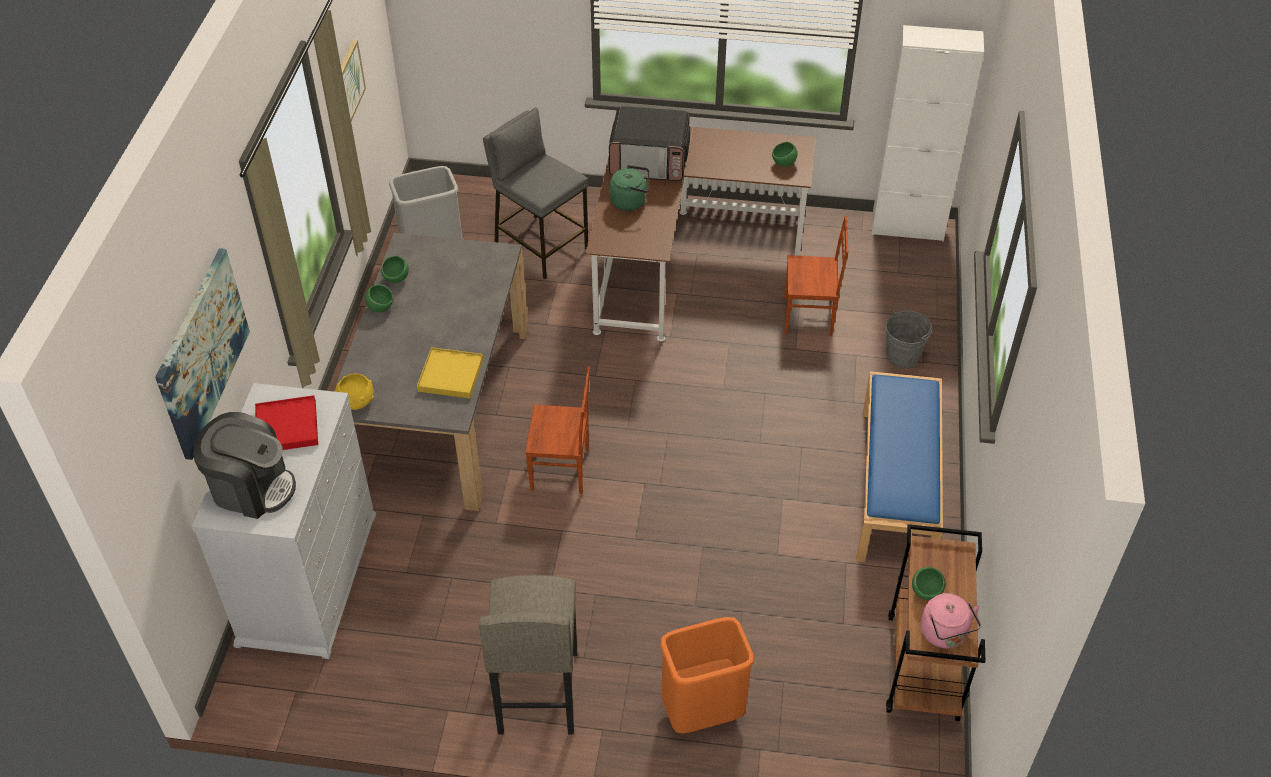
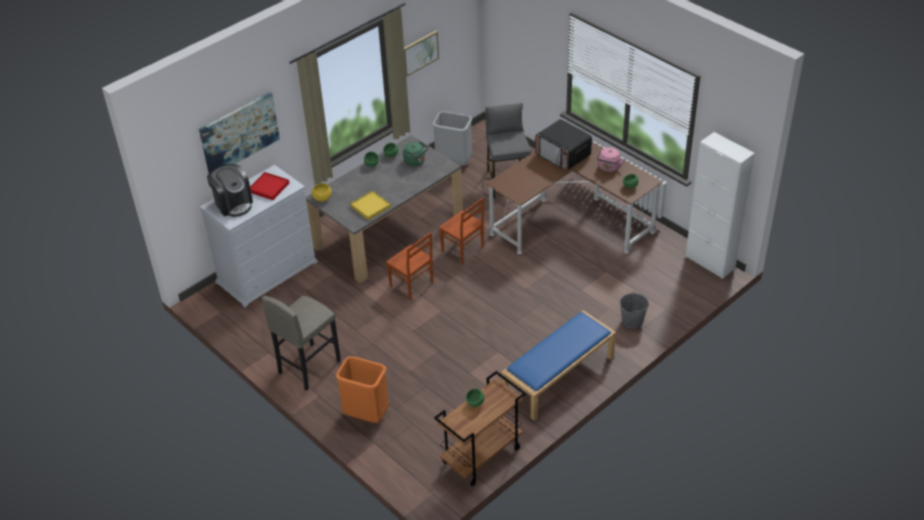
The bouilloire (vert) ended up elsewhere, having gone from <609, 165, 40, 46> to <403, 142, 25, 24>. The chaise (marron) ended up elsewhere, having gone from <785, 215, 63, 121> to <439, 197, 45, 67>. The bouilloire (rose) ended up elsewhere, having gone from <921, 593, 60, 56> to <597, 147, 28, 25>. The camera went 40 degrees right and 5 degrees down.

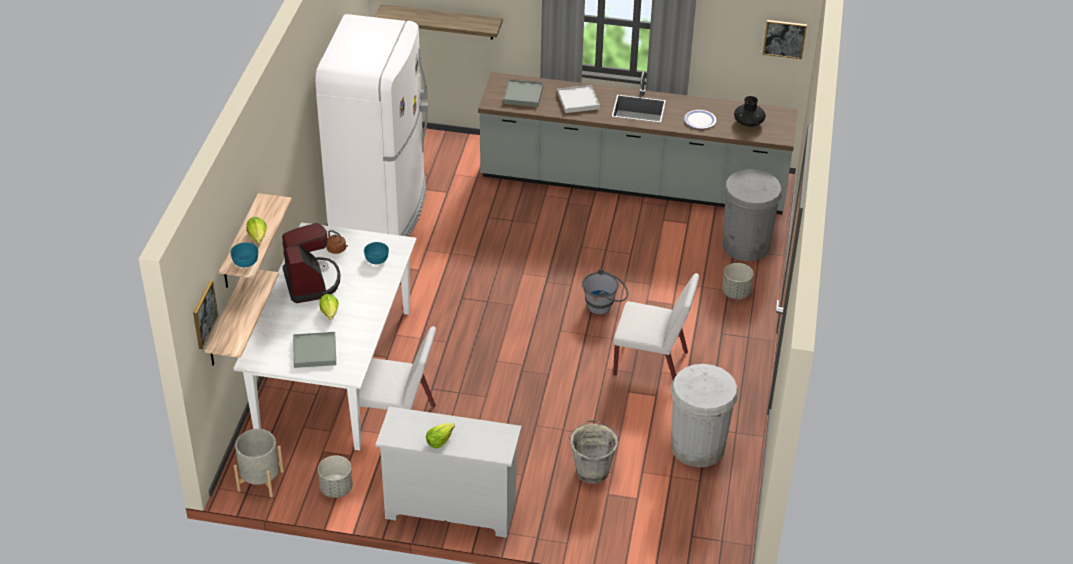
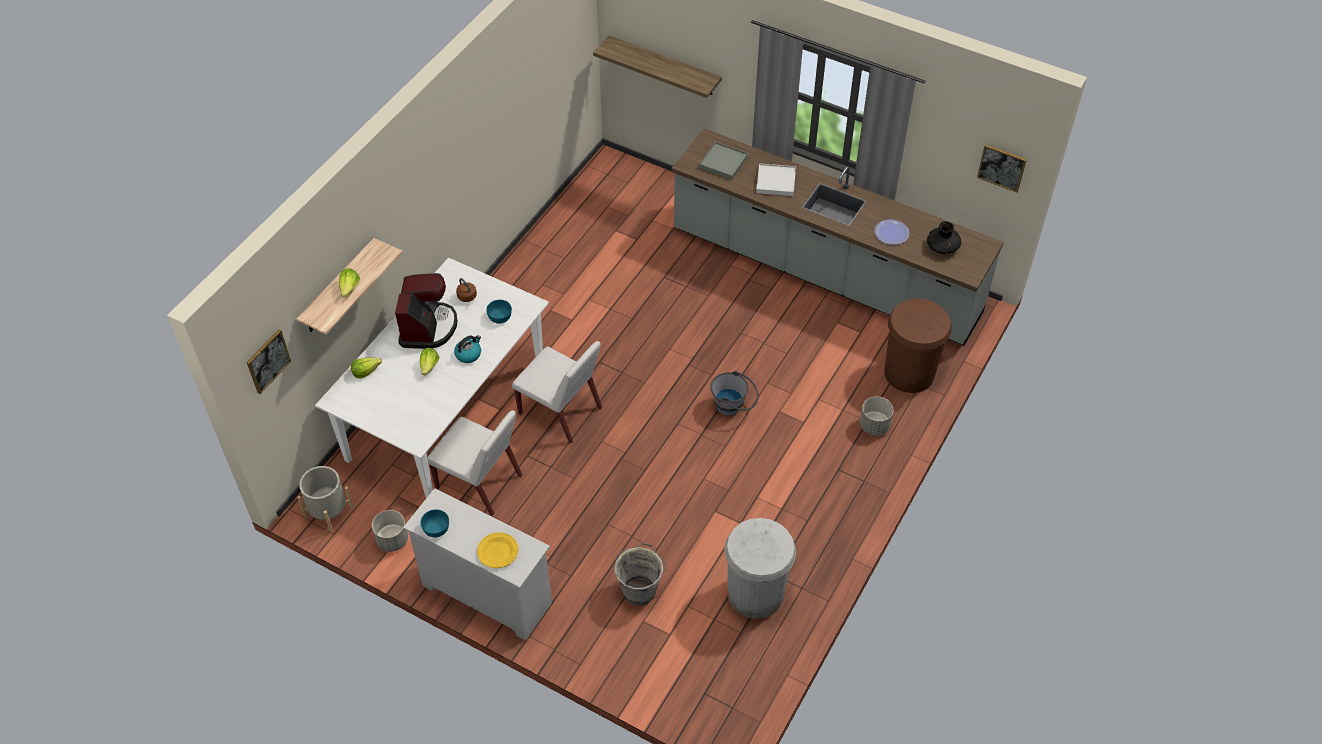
The second view lost the étagère at <205, 270, 74, 96>. The bol (turquoise) ended up elsewhere, having gone from <230, 242, 28, 25> to <420, 509, 29, 28>. The second view lost the plateau (gris) at <293, 332, 43, 36>. The second view lost the réfrigérateur (blanc) at <315, 14, 113, 223>. The laitue ended up elsewhere, having gone from <426, 423, 29, 25> to <351, 357, 31, 22>. The chaise (blanc) ended up elsewhere, having gone from <613, 273, 86, 107> to <512, 341, 90, 102>. What was the poubelle (gris) at <722, 169, 60, 92> turned into the poubelle (marron) at <884, 299, 67, 94>. The second view gained the bouilloire at <454, 335, 27, 28>. The second view gained the assiette (jaune) at <477, 532, 42, 36>. The camera went 20 degrees right and 10 degrees up.

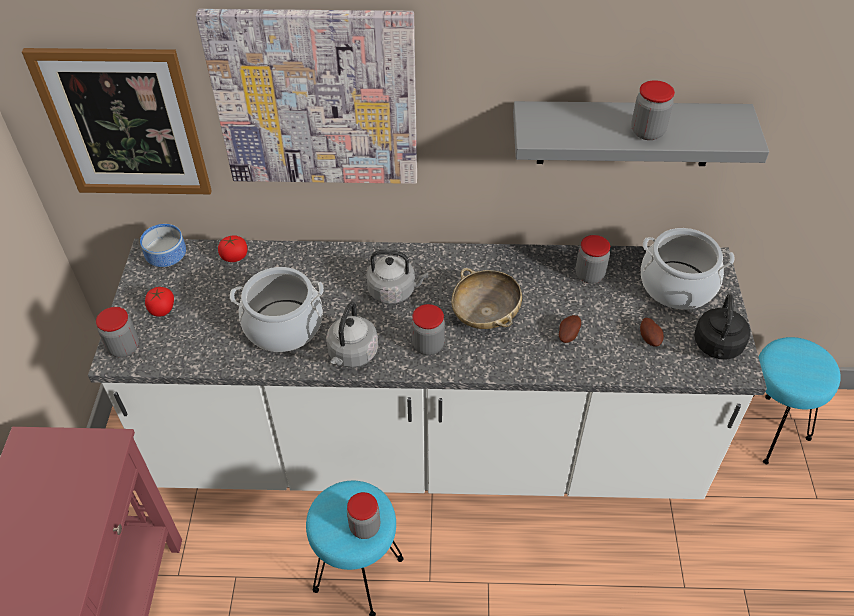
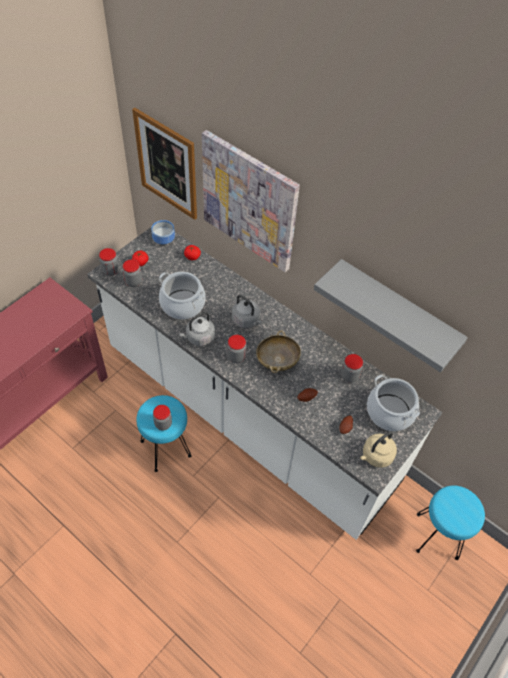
The bocal ended up elsewhere, having gone from <631, 80, 44, 60> to <123, 259, 19, 28>. What was the bouilloire (noir) at <694, 294, 56, 66> turned into the bouilloire (beige) at <360, 431, 37, 37>. The camera went 35 degrees right and 5 degrees up.

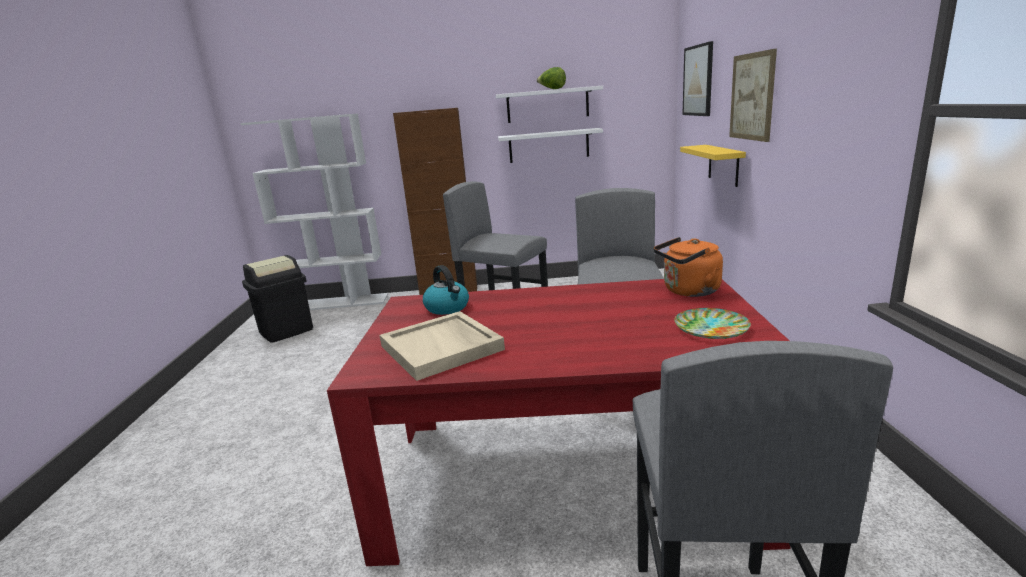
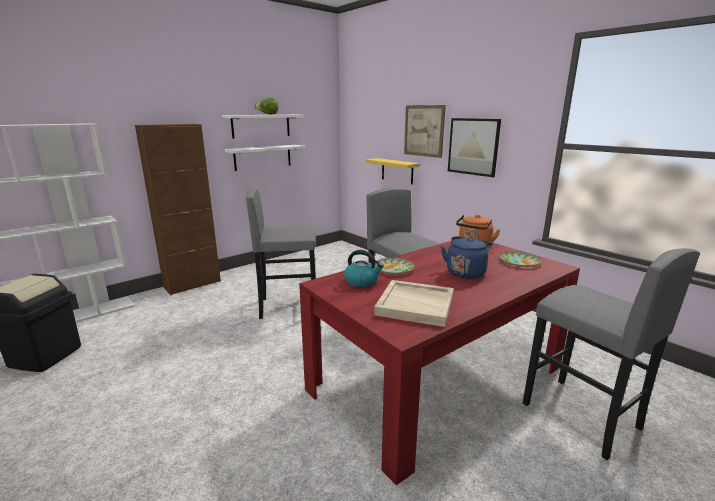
The tableau ended up elsewhere, having gone from <682, 41, 31, 75> to <448, 118, 53, 59>. The second view gained the assiette at <375, 258, 40, 16>. The second view gained the bouilloire (bleu) at <441, 236, 52, 43>. The camera went 40 degrees left and 0 degrees up.

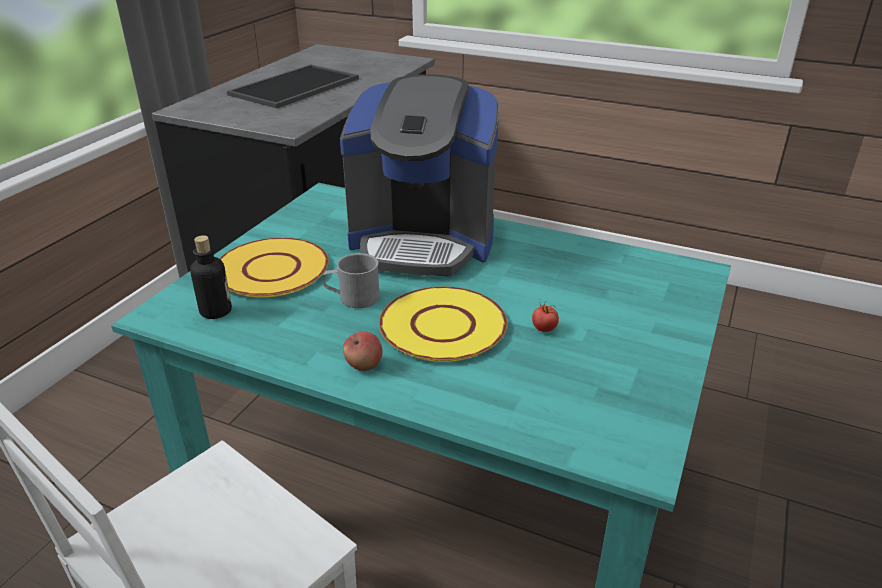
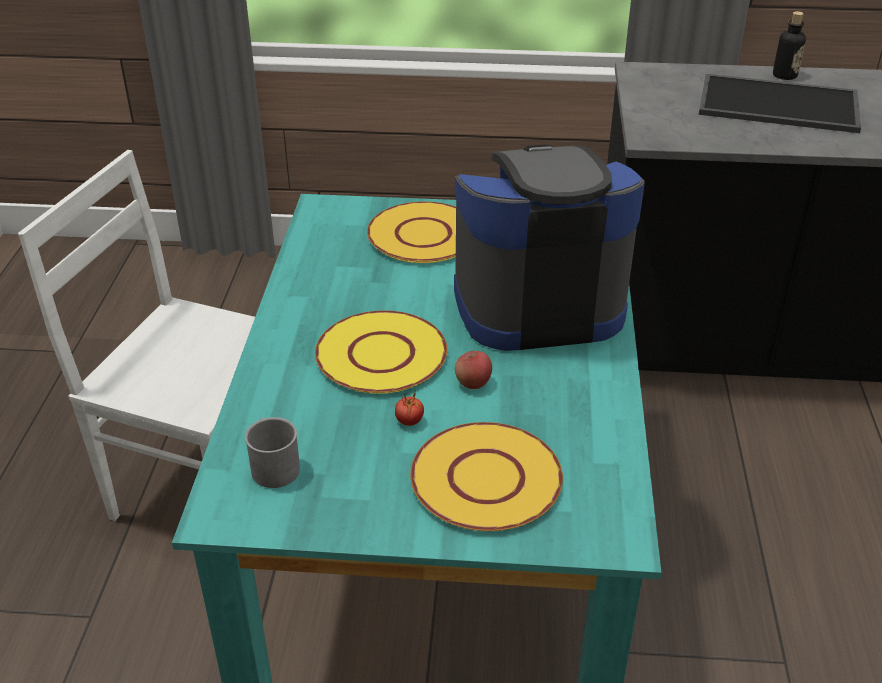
The bouteille ended up elsewhere, having gone from <190, 235, 42, 84> to <773, 11, 33, 69>. The mug (gris) ended up elsewhere, having gone from <323, 253, 56, 55> to <245, 417, 55, 71>. The machine à café at <340, 74, 159, 203> ended up facing another way, 90 degrees clockwise from before. The pomme ended up elsewhere, having gone from <343, 331, 39, 40> to <455, 351, 37, 38>. The second view gained the assiette (jaune) at <410, 422, 153, 109>. The camera went 70 degrees right and 5 degrees up.

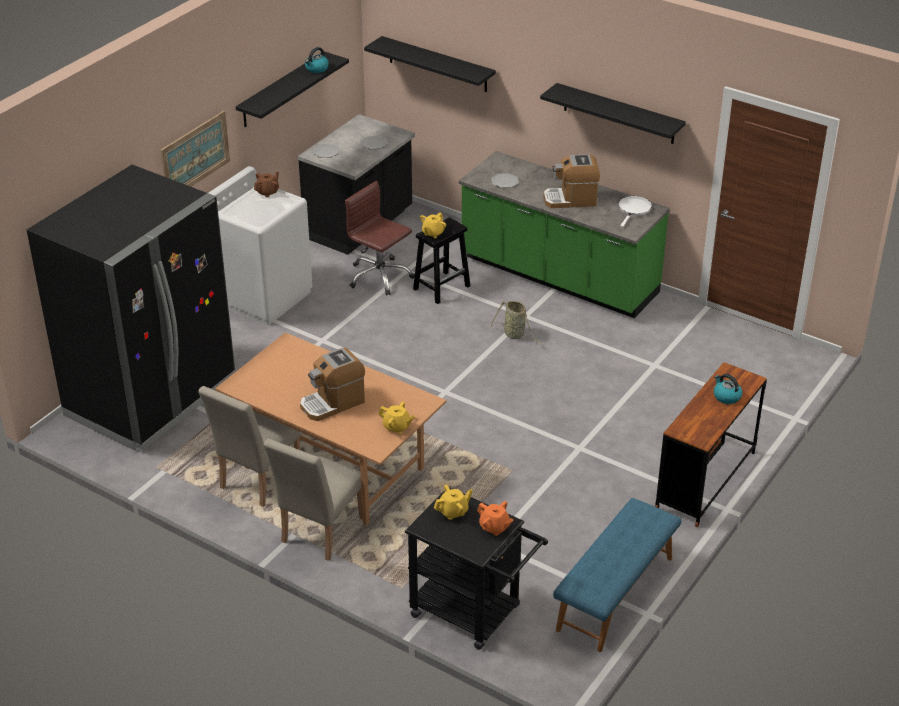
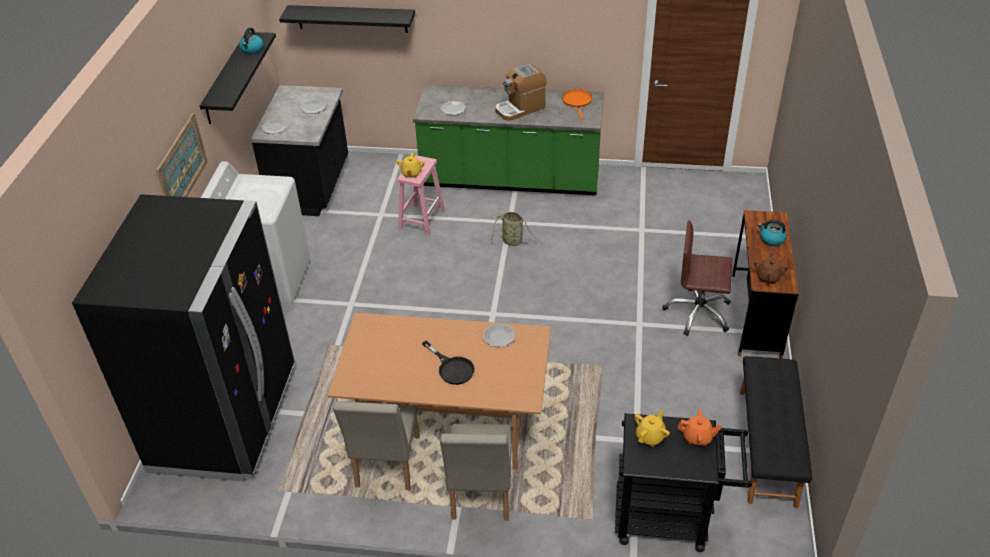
The théière (marron) ended up elsewhere, having gone from <254, 172, 25, 25> to <754, 253, 35, 31>. Where the machine à café stood at <300, 348, 65, 73>, the poêle (noir) came to stand at <422, 340, 53, 45>. The chaise de bureau (marron) ended up elsewhere, having gone from <345, 181, 70, 115> to <662, 220, 70, 116>. The second view lost the théière (jaune) at <379, 402, 36, 32>. What was the tabouret (noir) at <413, 217, 57, 87> turned into the tabouret (rose) at <397, 155, 48, 81>. The second view lost the étagère (noir) at <540, 83, 146, 61>. What was the banc (bleu) at <553, 498, 128, 154> turned into the banc (noir) at <740, 356, 72, 152>. What was the poêle (blanc) at <618, 196, 34, 31> turned into the poêle (orange) at <562, 89, 30, 30>. The second view gained the assiette at <483, 324, 32, 23>. The camera went 25 degrees left and 5 degrees up.

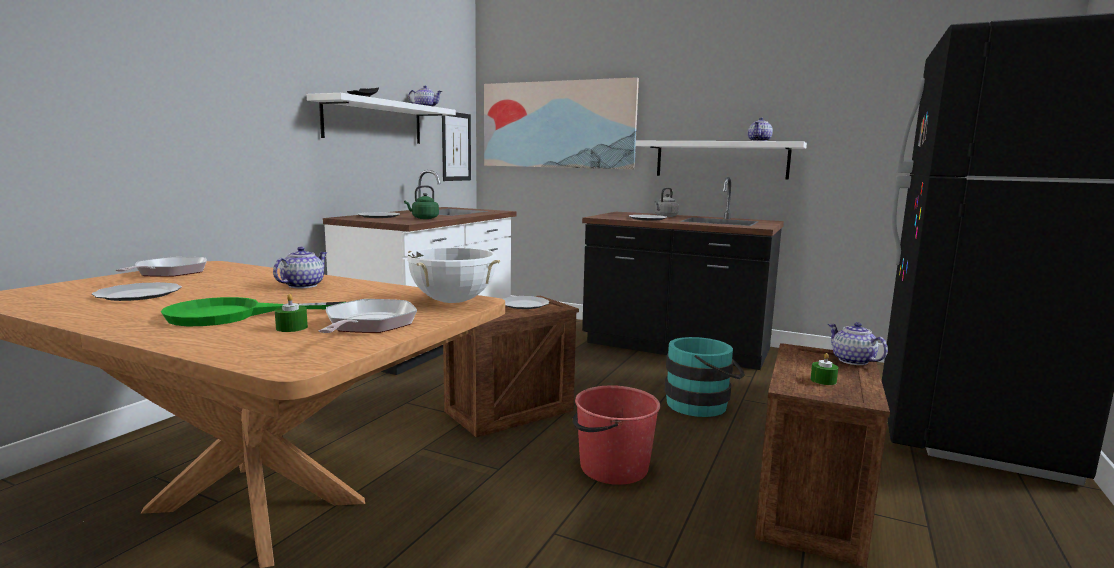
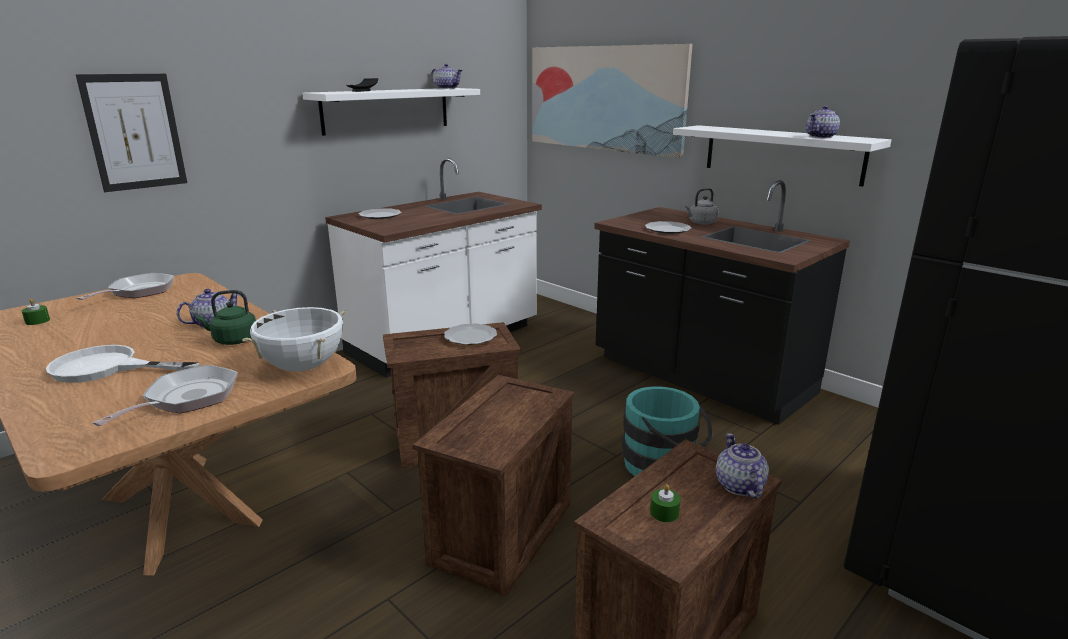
The second view lost the assiette at <92, 282, 90, 19>. What was the poêle (vert) at <161, 297, 183, 29> turned into the poêle (blanc) at <46, 345, 154, 38>. The bougie (vert) ended up elsewhere, having gone from <275, 294, 33, 38> to <22, 298, 28, 27>. The bouilloire (vert) ended up elsewhere, having gone from <404, 185, 35, 34> to <196, 290, 60, 55>. The tableau ended up elsewhere, having gone from <442, 112, 29, 69> to <76, 74, 111, 118>. Where the seau (rouge) stood at <572, 385, 88, 100>, the caisse came to stand at <412, 375, 162, 221>. The camera went 20 degrees right and 10 degrees up.

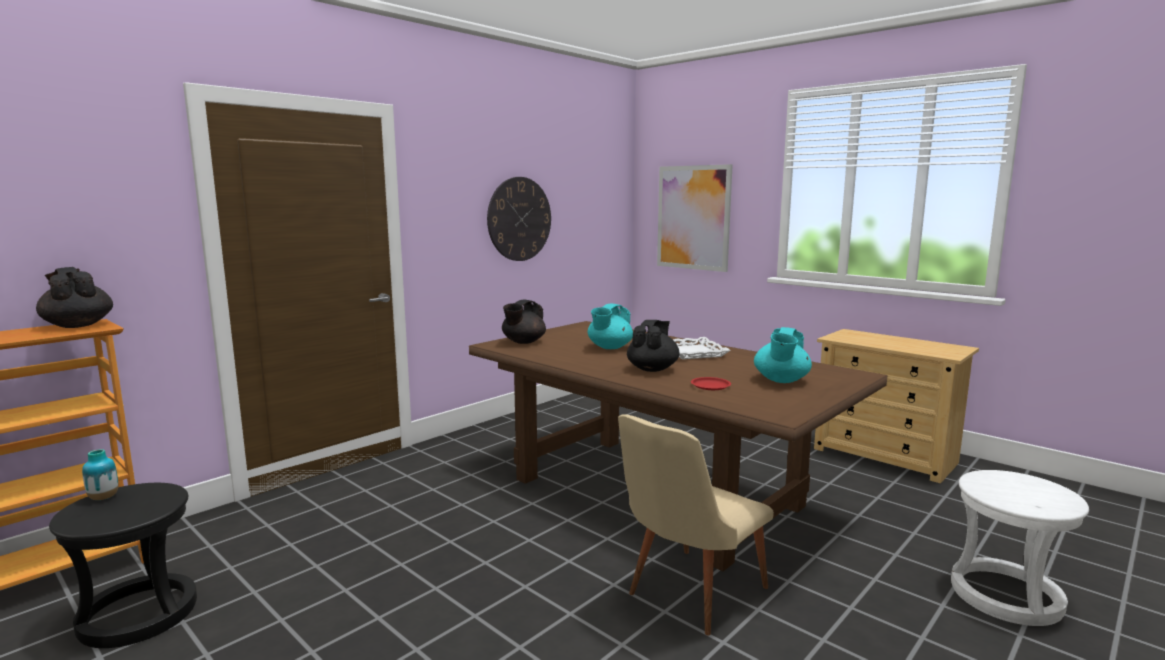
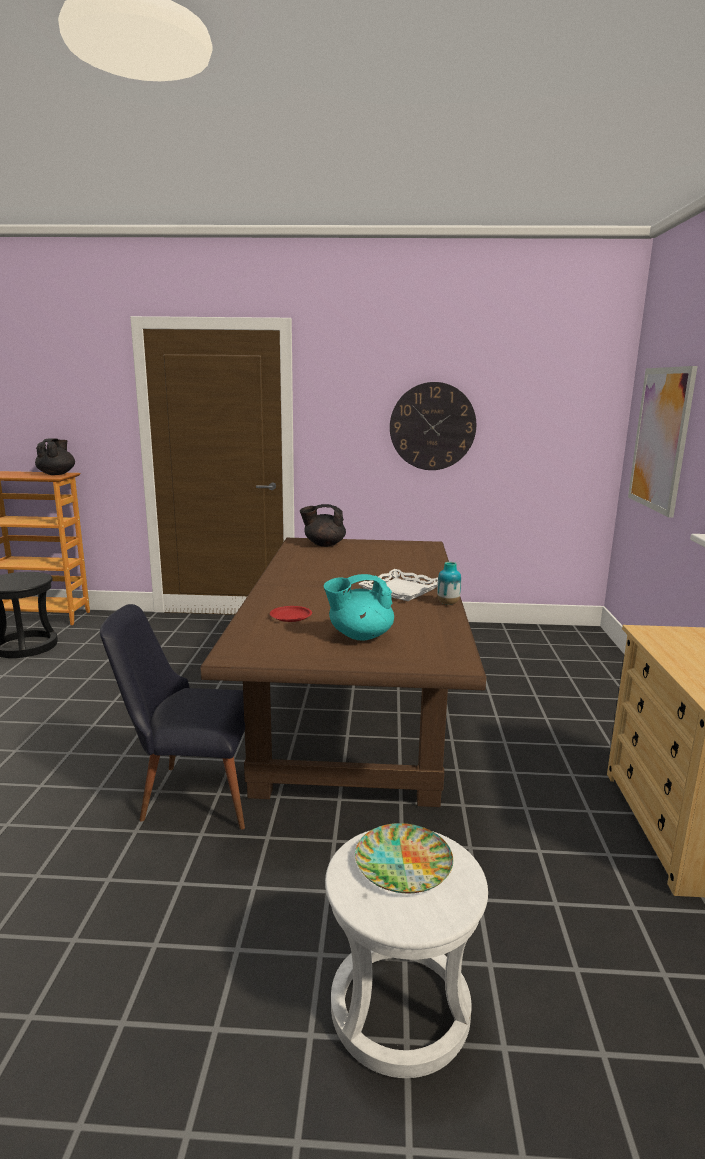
The vase ended up elsewhere, having gone from <82, 449, 36, 51> to <437, 562, 24, 43>. The second view lost the théière (turquoise) at <588, 303, 45, 46>. What was the chaise (beige) at <618, 414, 156, 221> turned into the chaise (noir) at <100, 604, 145, 225>. The second view lost the théière (noir) at <627, 320, 53, 52>. The second view gained the assiette at <355, 823, 98, 70>. The camera went 50 degrees right and 5 degrees up.

